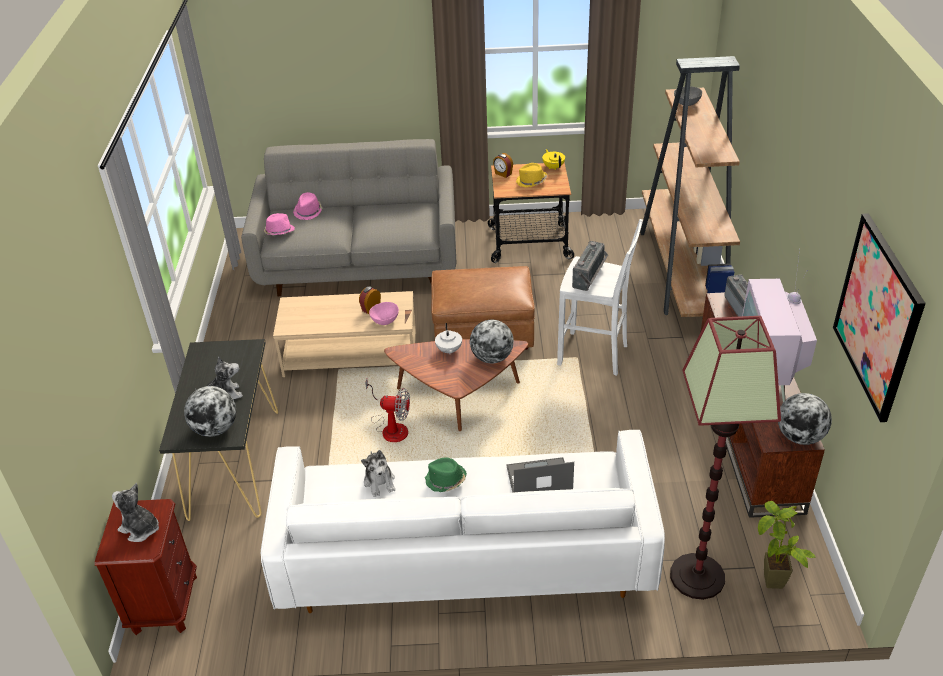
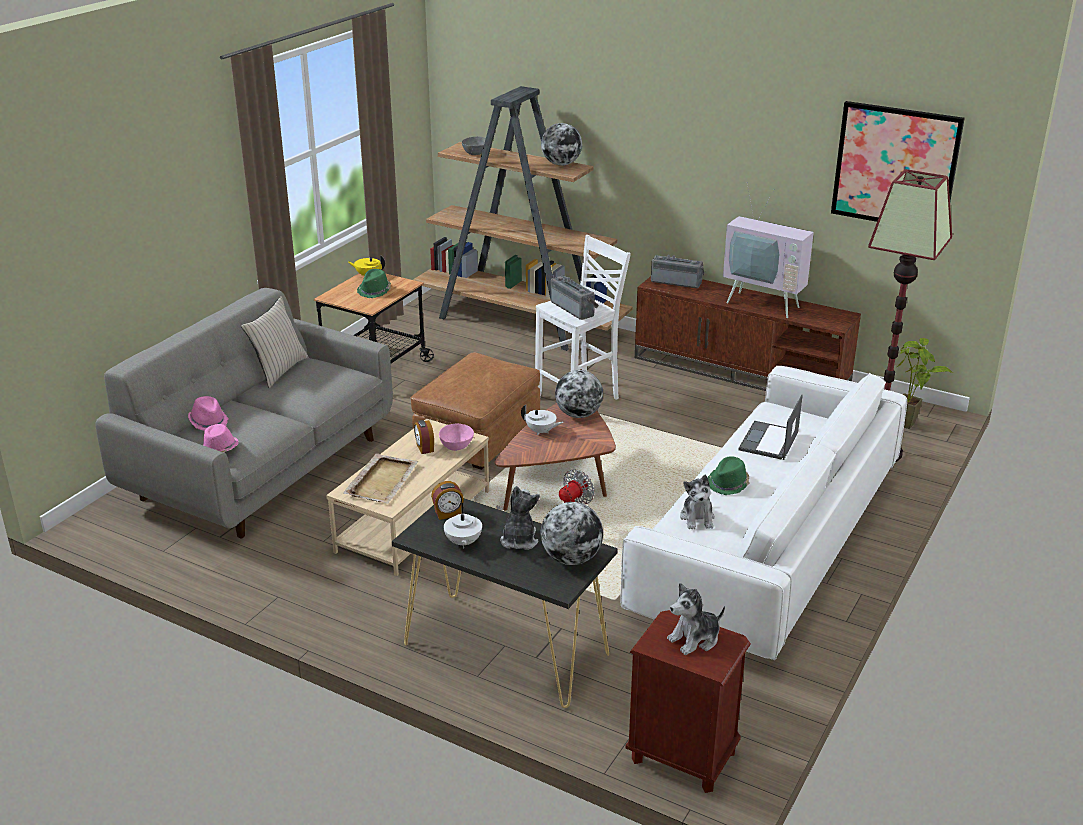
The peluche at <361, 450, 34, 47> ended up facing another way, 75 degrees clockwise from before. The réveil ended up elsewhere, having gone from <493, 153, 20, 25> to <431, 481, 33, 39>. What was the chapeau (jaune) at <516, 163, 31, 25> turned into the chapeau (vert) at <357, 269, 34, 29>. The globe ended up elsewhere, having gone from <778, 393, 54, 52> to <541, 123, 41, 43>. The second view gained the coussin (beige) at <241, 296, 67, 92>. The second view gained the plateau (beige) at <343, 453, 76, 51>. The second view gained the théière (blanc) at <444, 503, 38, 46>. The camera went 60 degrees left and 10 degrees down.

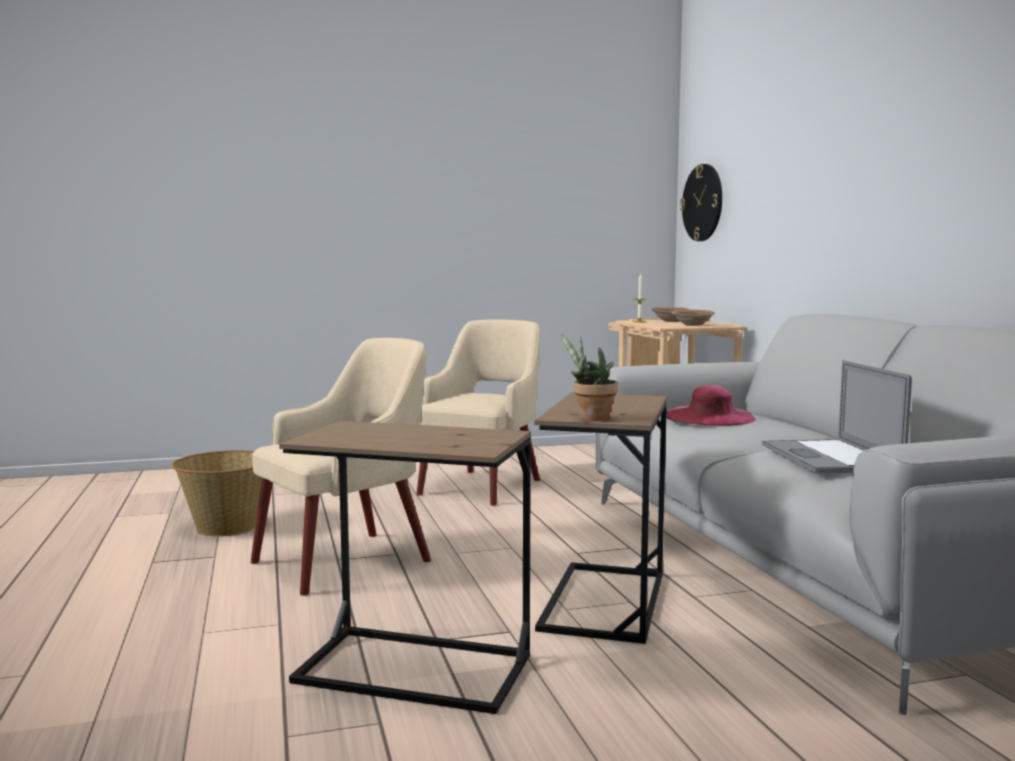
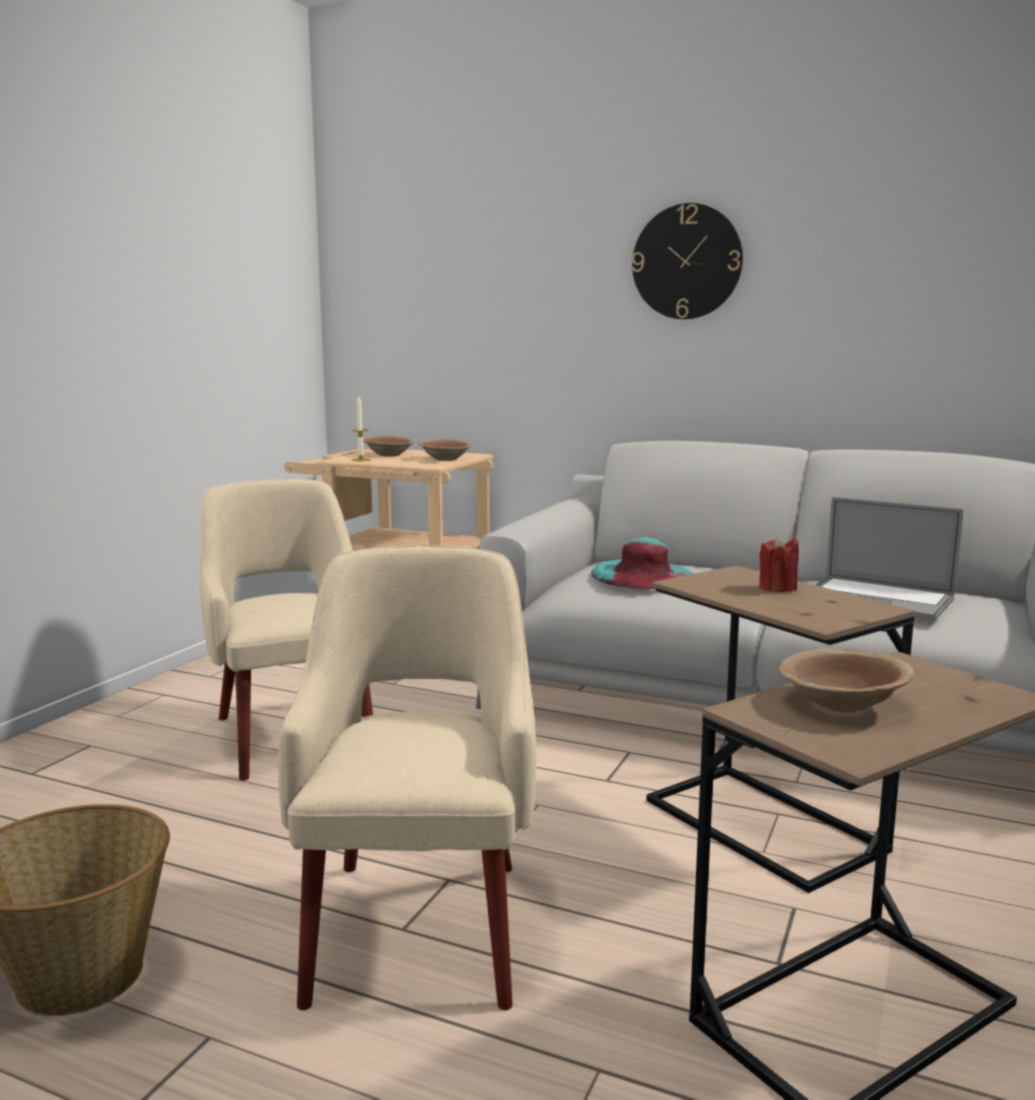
The second view lost the plante en pot at <561, 334, 57, 87>. What was the chapeau (rose) at <666, 385, 91, 41> turned into the chapeau (turquoise) at <591, 538, 102, 51>. The horloge murale ended up elsewhere, having gone from <680, 164, 42, 77> to <632, 203, 111, 116>. The second view gained the bougie (rouge) at <759, 534, 40, 58>. The second view gained the bol (marron) at <779, 648, 135, 65>. The camera went 50 degrees left and 5 degrees up.

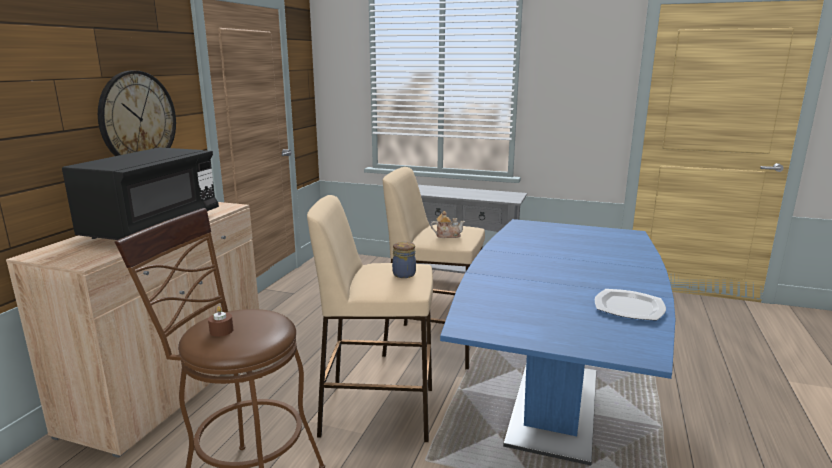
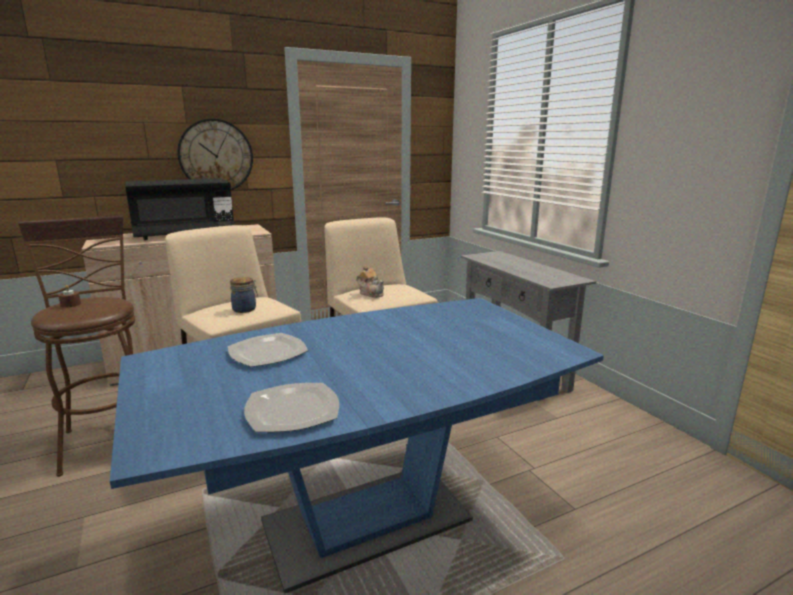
The second view gained the assiette at <228, 333, 80, 34>. The camera went 45 degrees right and 0 degrees up.

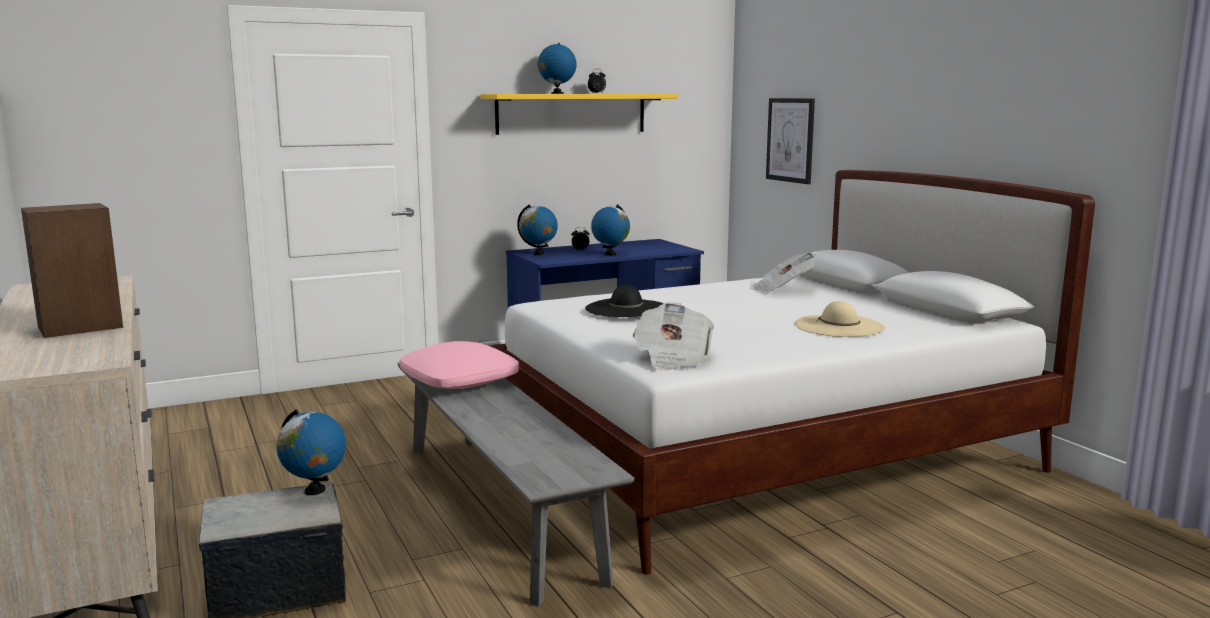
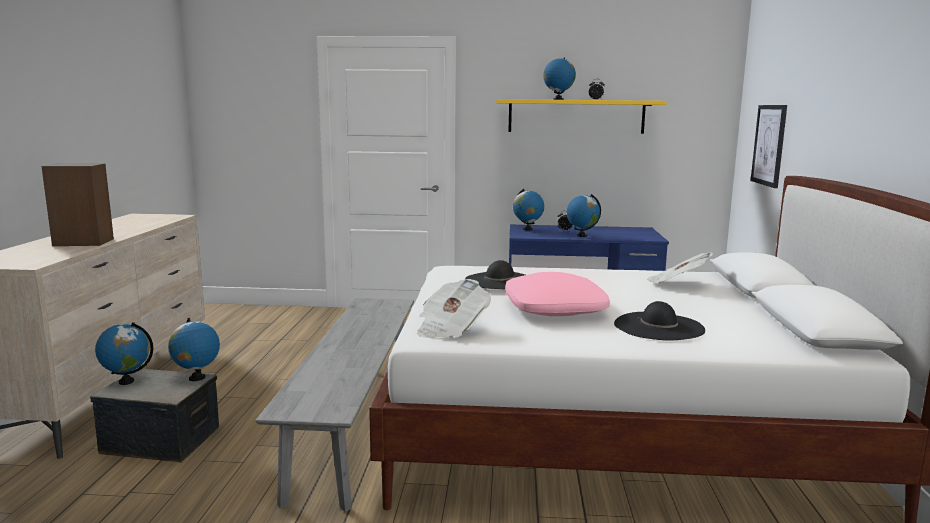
The coussin (rose) ended up elsewhere, having gone from <399, 341, 120, 48> to <505, 272, 105, 44>. What was the chapeau (beige) at <795, 301, 90, 36> turned into the chapeau (noir) at <614, 301, 91, 39>. The second view gained the globe at <95, 322, 58, 63>. The camera went 30 degrees right and 0 degrees up.

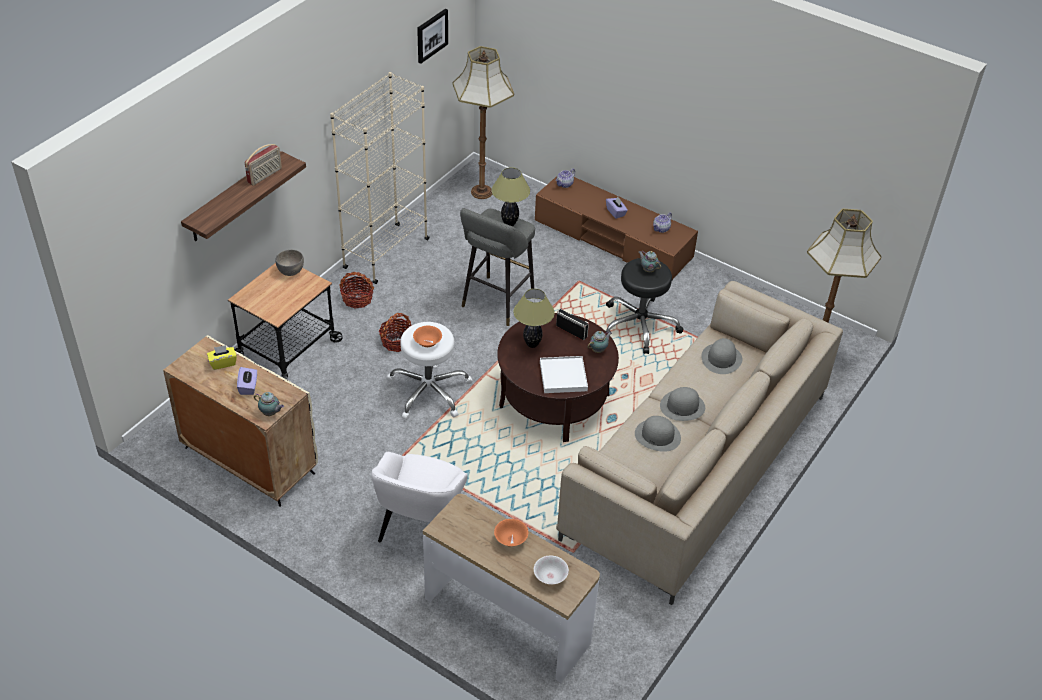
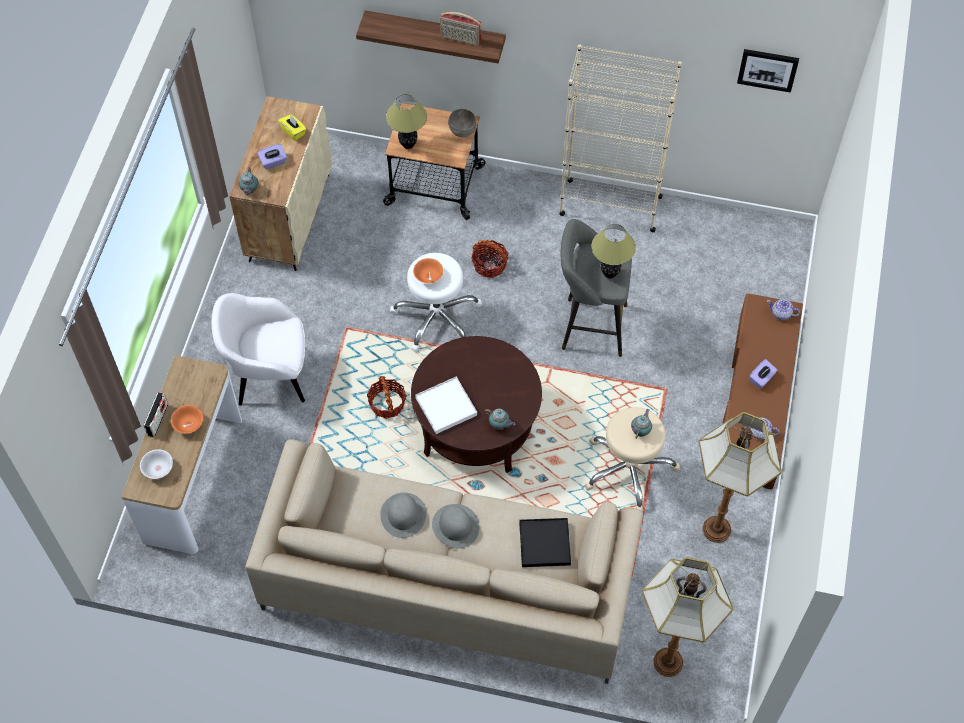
The panier ended up elsewhere, having gone from <340, 272, 34, 36> to <367, 376, 39, 43>. The lampadaire ended up elsewhere, having gone from <453, 46, 61, 153> to <699, 412, 83, 131>. The lampe de table ended up elsewhere, having gone from <514, 289, 41, 59> to <386, 94, 41, 55>. The radio ended up elsewhere, having gone from <556, 309, 33, 31> to <144, 392, 24, 45>. What was the tabouret (noir) at <606, 258, 77, 96> turned into the tabouret (beige) at <585, 407, 95, 105>. Where the chapeau (gris) stood at <702, 338, 40, 36>, the plateau (noir) came to stand at <519, 518, 52, 49>. The camera went 70 degrees right and 15 degrees up.

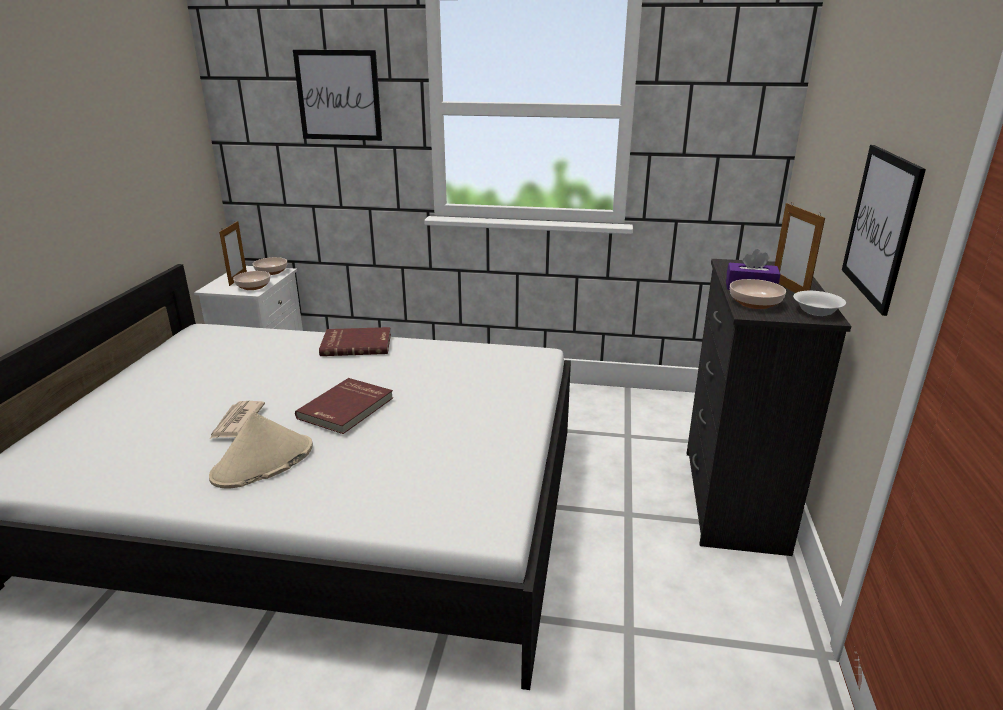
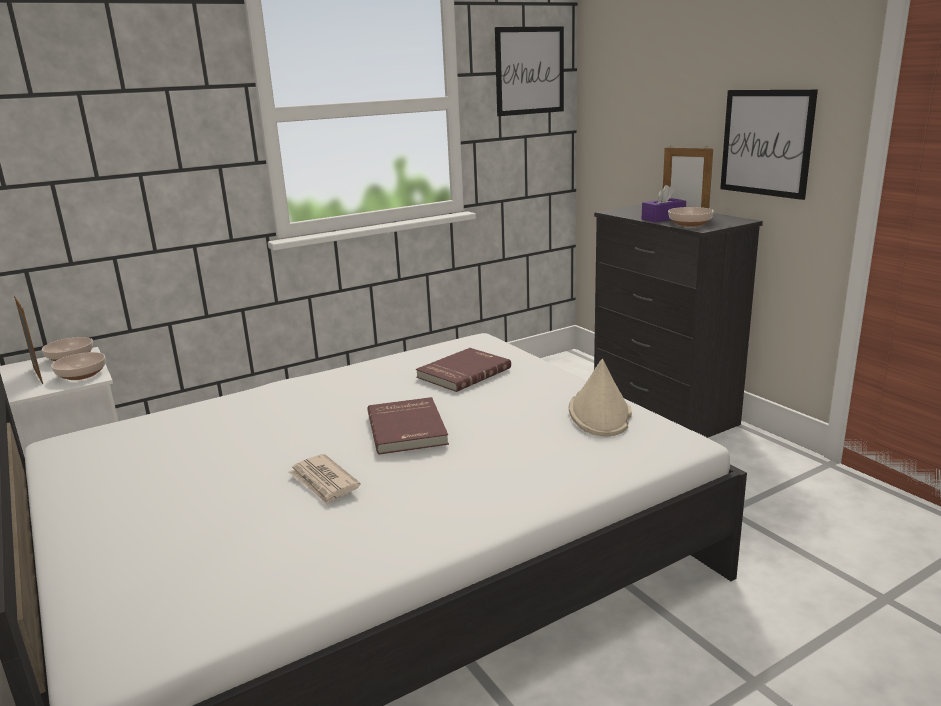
The chapeau (beige) ended up elsewhere, having gone from <209, 412, 104, 77> to <569, 359, 63, 77>. The tableau ended up elsewhere, having gone from <293, 50, 89, 91> to <495, 26, 69, 90>. The livre (rouge) ended up elsewhere, having gone from <319, 327, 72, 29> to <416, 348, 95, 44>. The second view lost the bol (blanc) at <793, 291, 53, 25>. The camera went 40 degrees left and 5 degrees down.

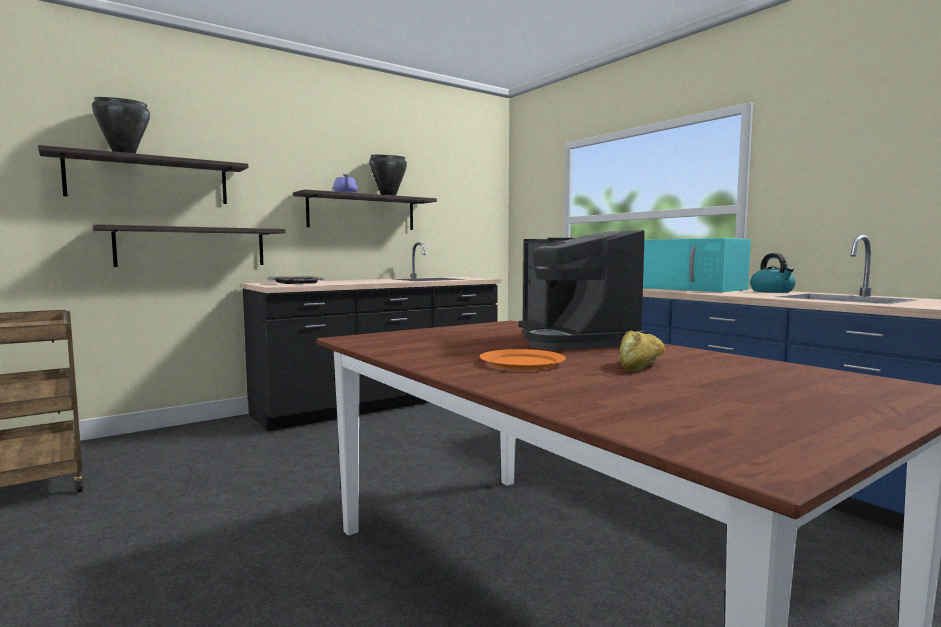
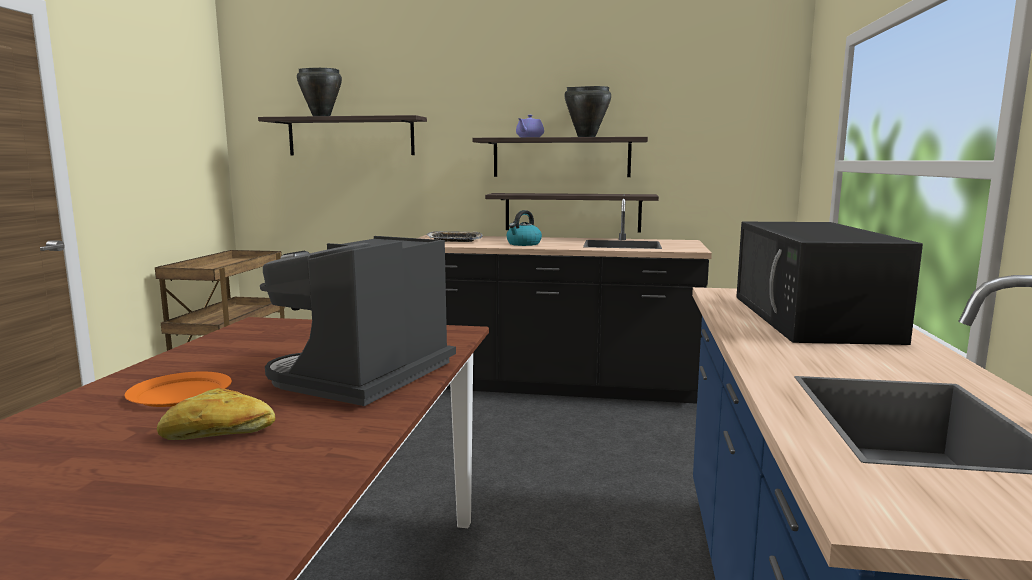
The étagère ended up elsewhere, having gone from <93, 224, 193, 43> to <485, 193, 174, 39>. What was the micro-ondes (turquoise) at <643, 238, 108, 54> turned into the micro-ondes (noir) at <736, 222, 187, 123>. The bouilloire ended up elsewhere, having gone from <750, 253, 46, 40> to <507, 210, 35, 36>. The camera went 45 degrees right and 5 degrees up.

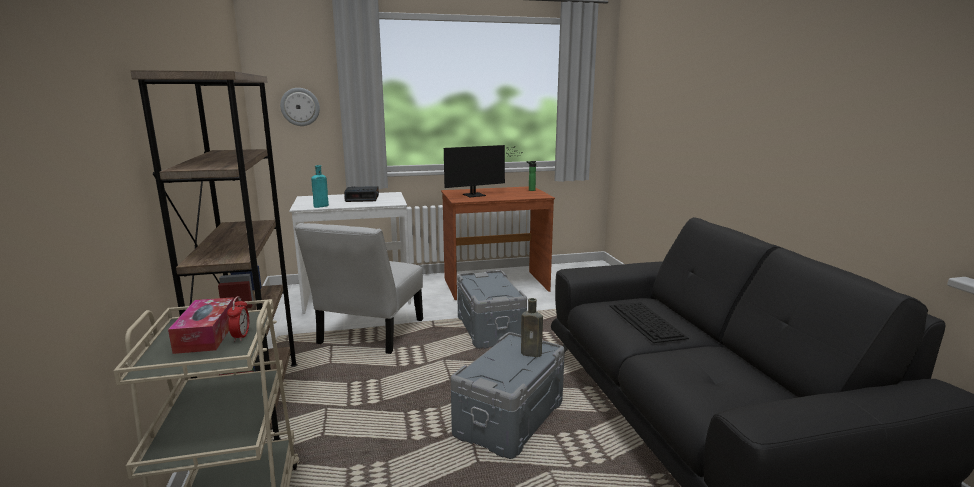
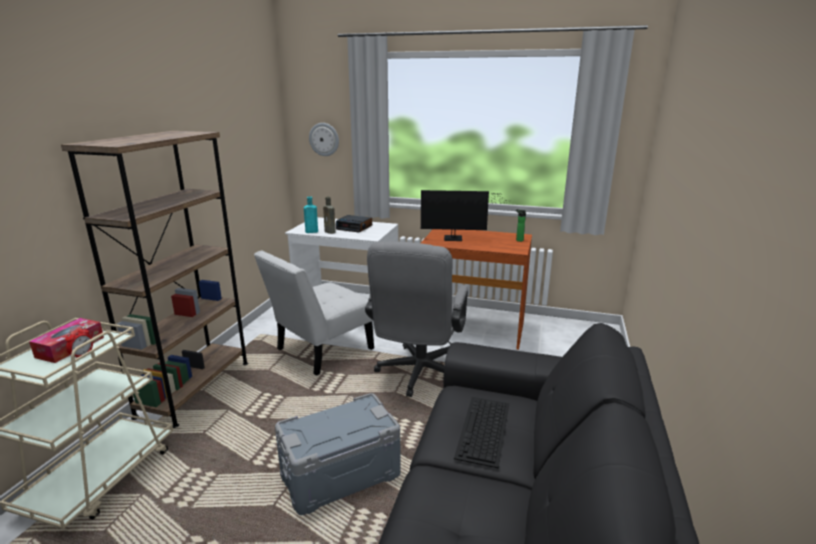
Where the boîte de rangement (gris) stood at <457, 270, 70, 79>, the chaise de bureau (gris) came to stand at <365, 241, 103, 156>. The bouteille (marron) ended up elsewhere, having gone from <521, 298, 22, 59> to <323, 197, 12, 37>. The camera went 30 degrees right and 5 degrees up.

